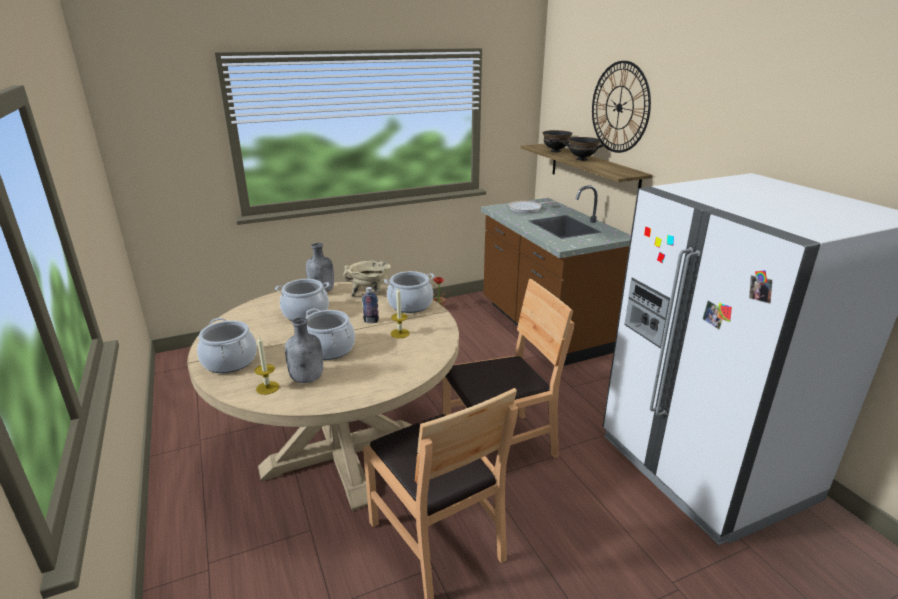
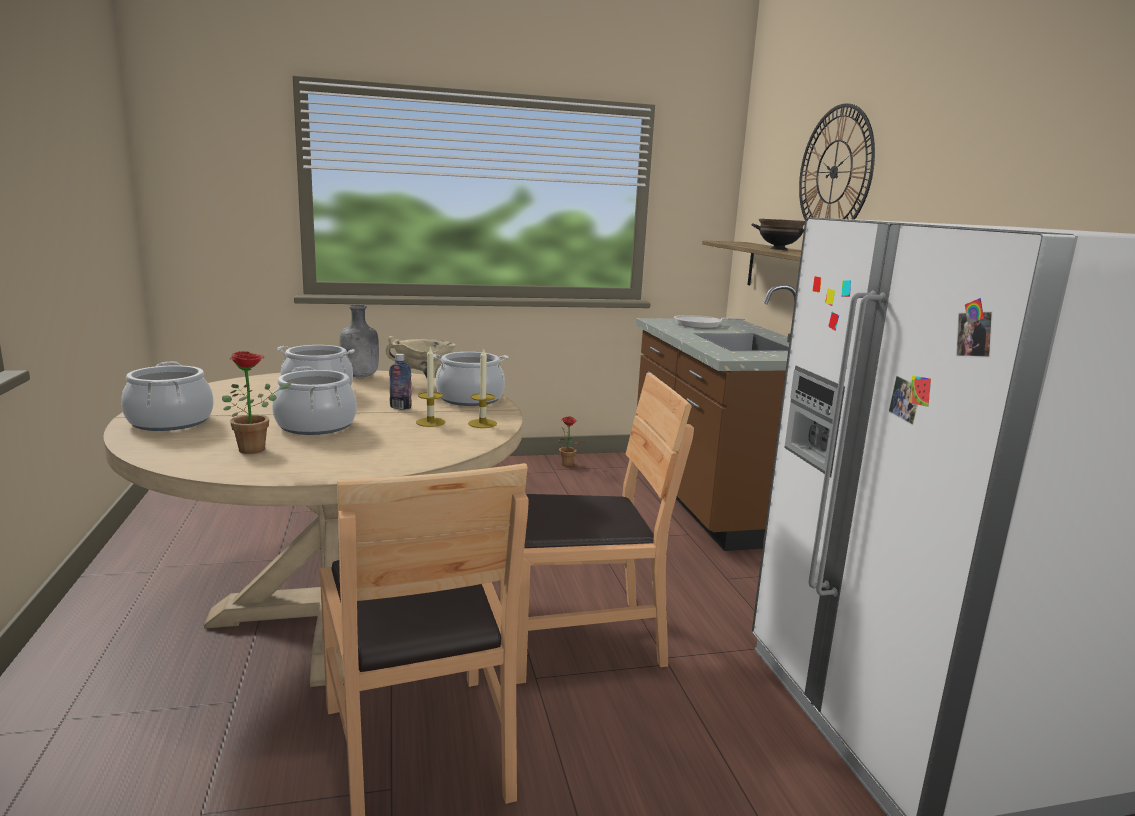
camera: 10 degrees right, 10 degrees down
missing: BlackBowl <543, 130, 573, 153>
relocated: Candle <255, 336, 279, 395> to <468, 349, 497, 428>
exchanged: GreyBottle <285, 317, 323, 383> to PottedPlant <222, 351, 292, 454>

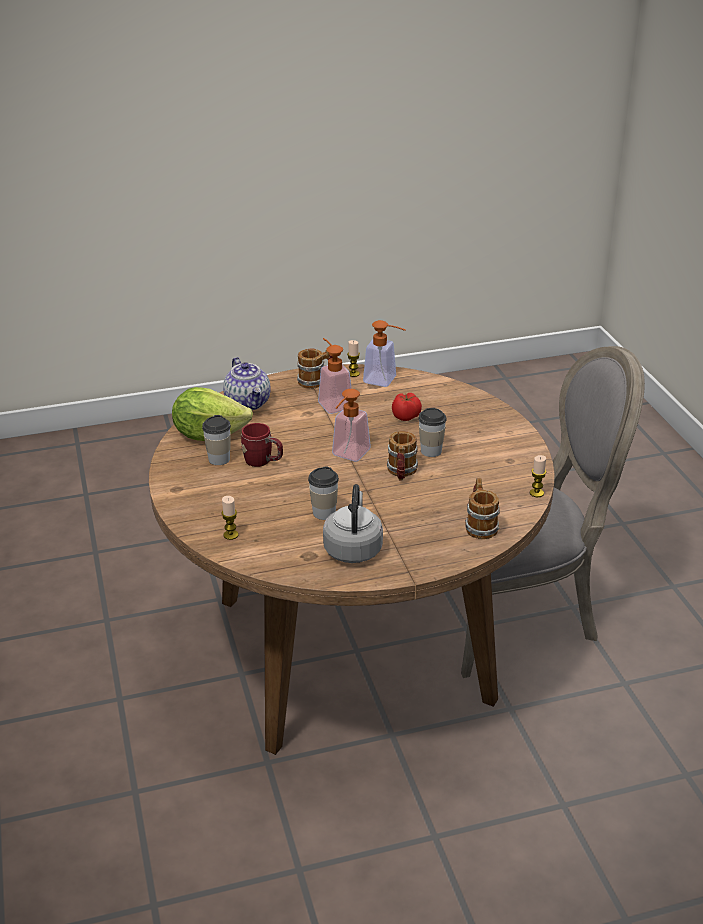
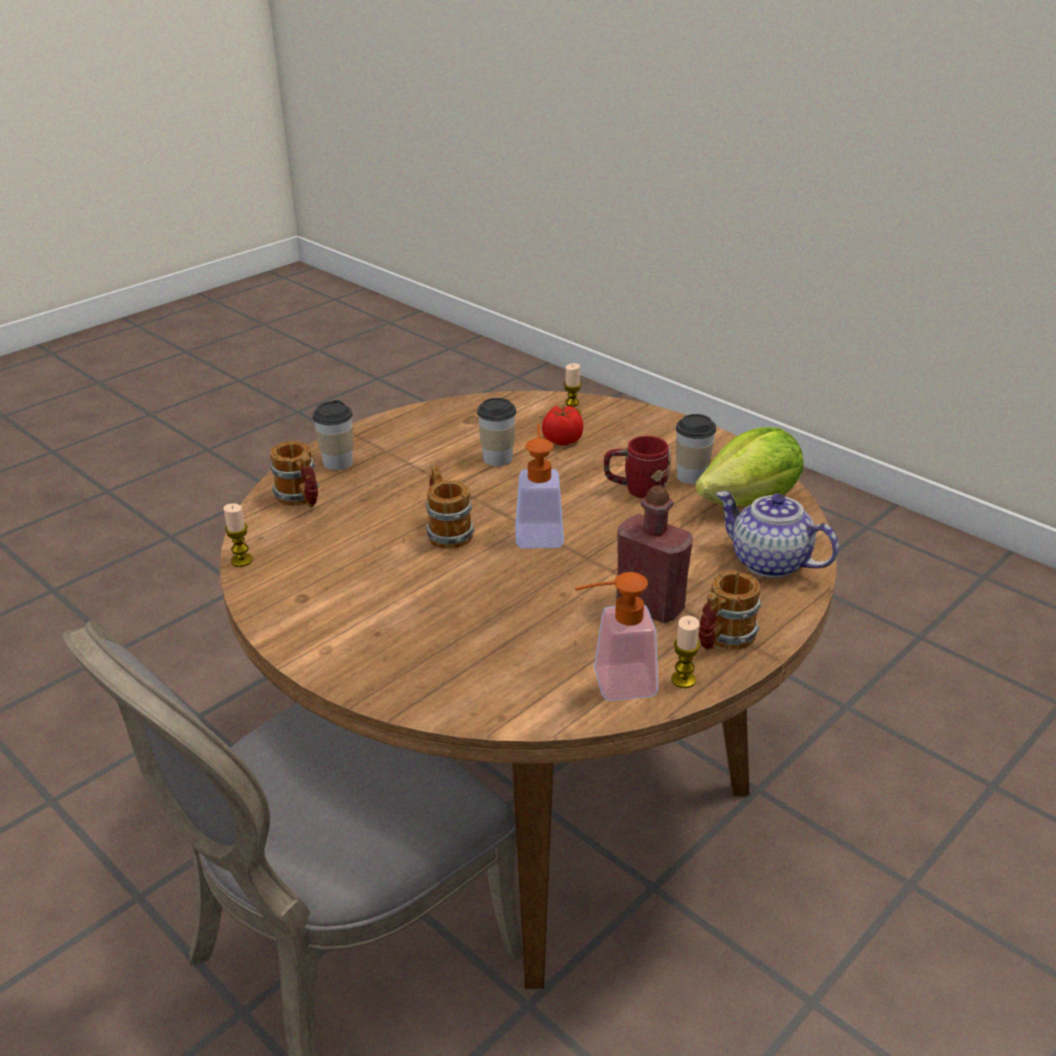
camera: 150 degrees right, 0 degrees up
missing: GreyKettle <323, 484, 383, 563>
relocated: Cup <418, 408, 447, 457> to <313, 400, 353, 470>; Tomato <392, 393, 422, 421> to <542, 406, 584, 446>
exchanged: SoapDispenser <318, 338, 352, 414> to RedBottle <616, 486, 693, 623>

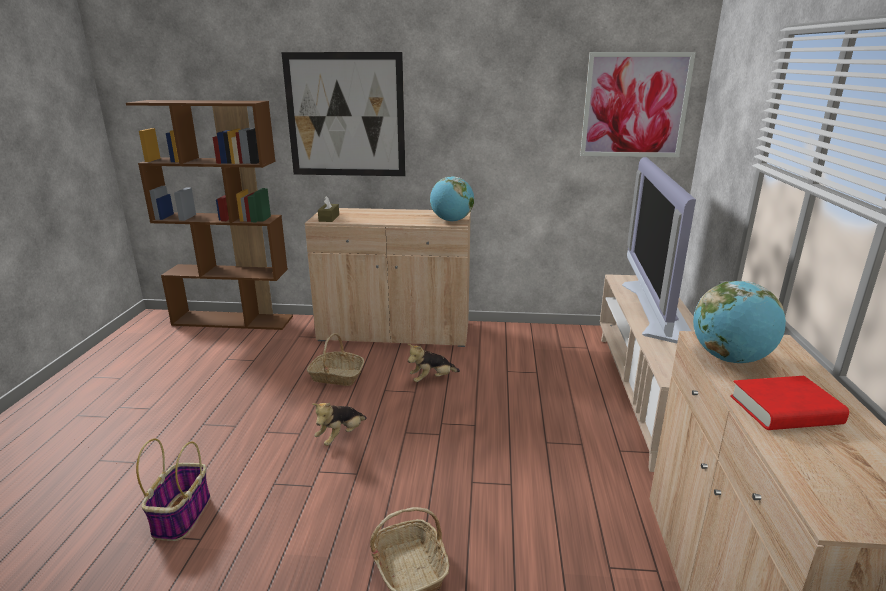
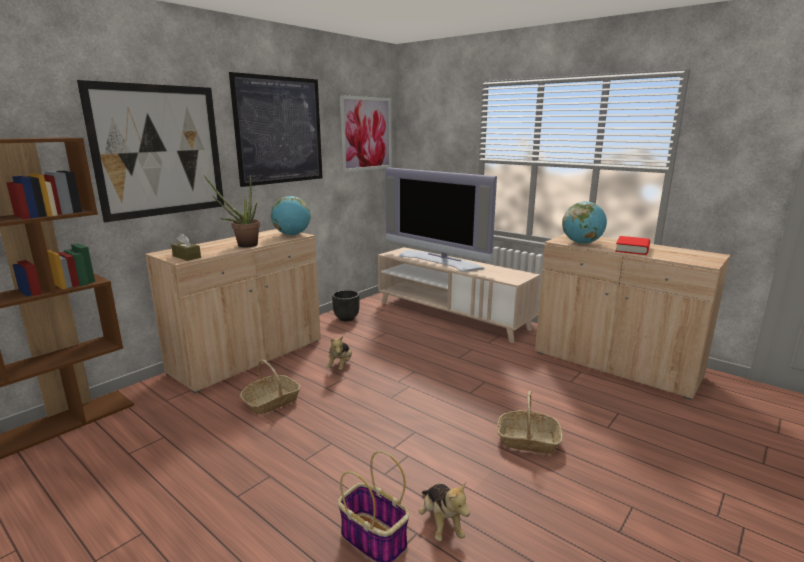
camera: 55 degrees left, 5 degrees down
appeared: PottedPlant <204, 175, 260, 247>; Picture <229, 72, 322, 187>; BlackPlanter <332, 290, 360, 321>
relocated: PlushToy <312, 402, 367, 446> to <419, 482, 470, 541>

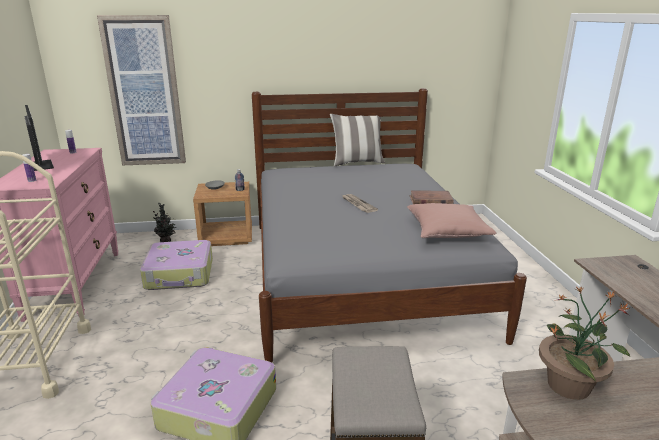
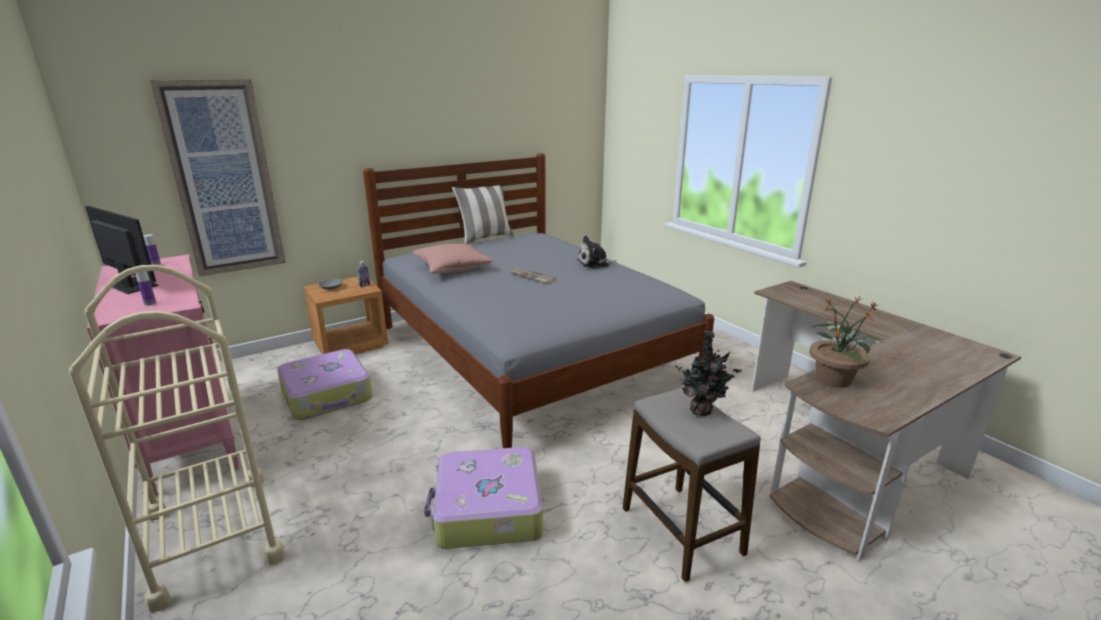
camera: 25 degrees left, 0 degrees up
relocated: PinkPillow <407, 203, 496, 238> to <413, 244, 493, 274>; PottedPlant <153, 203, 176, 242> to <675, 330, 742, 416>
exchanged: BrownBook <410, 190, 453, 204> to PlushToy <577, 236, 616, 269>

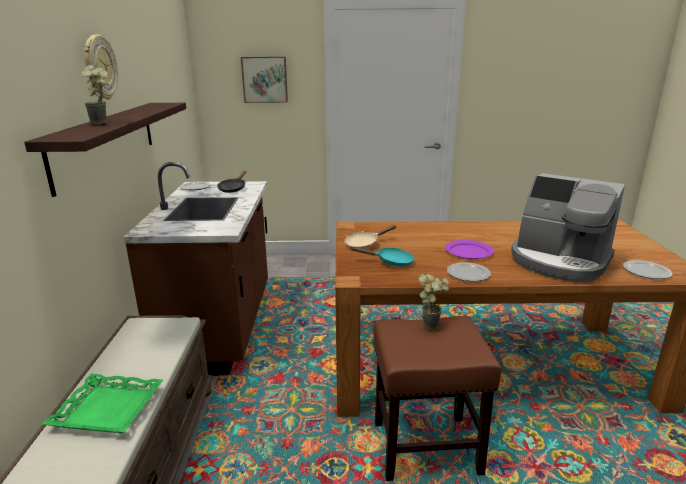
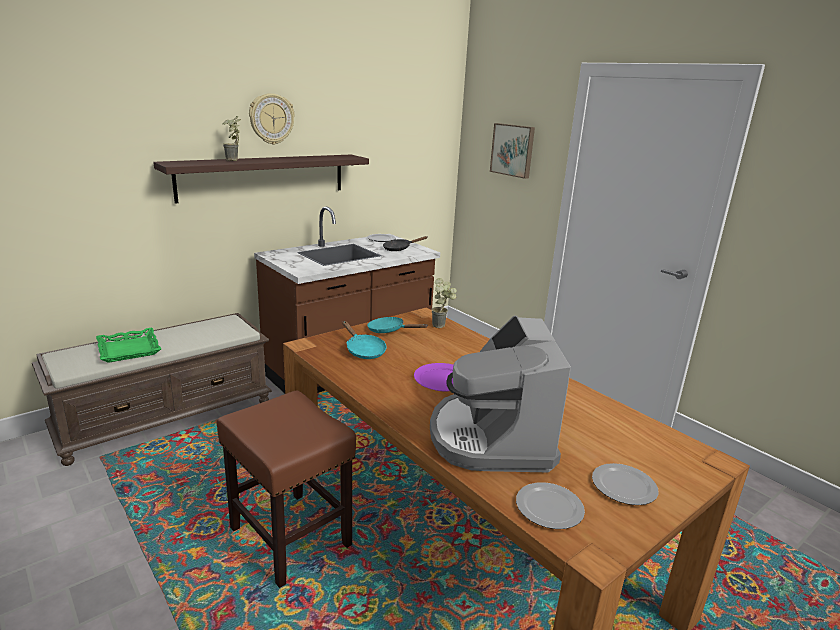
camera: 50 degrees right, 0 degrees up
relocated: PottedPlant <418, 274, 449, 330> to <431, 278, 457, 328>; Plate <447, 262, 491, 281> to <592, 463, 658, 505>
colour: BeigeFryingPan <344, 225, 396, 249> to TurquoiseFryingPan <367, 317, 427, 333>

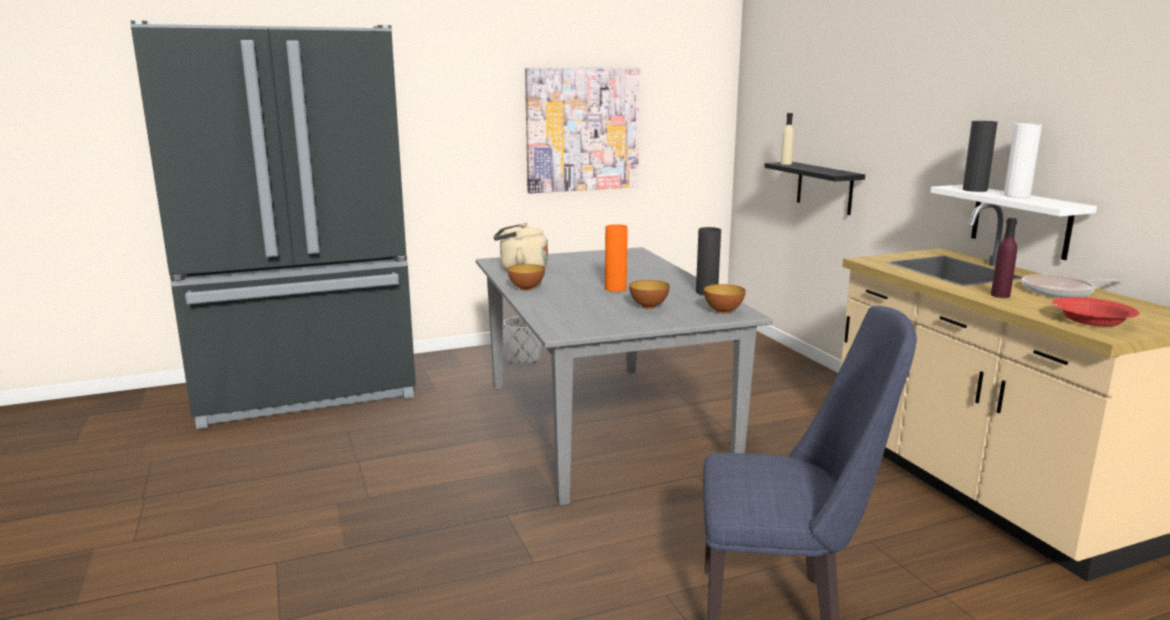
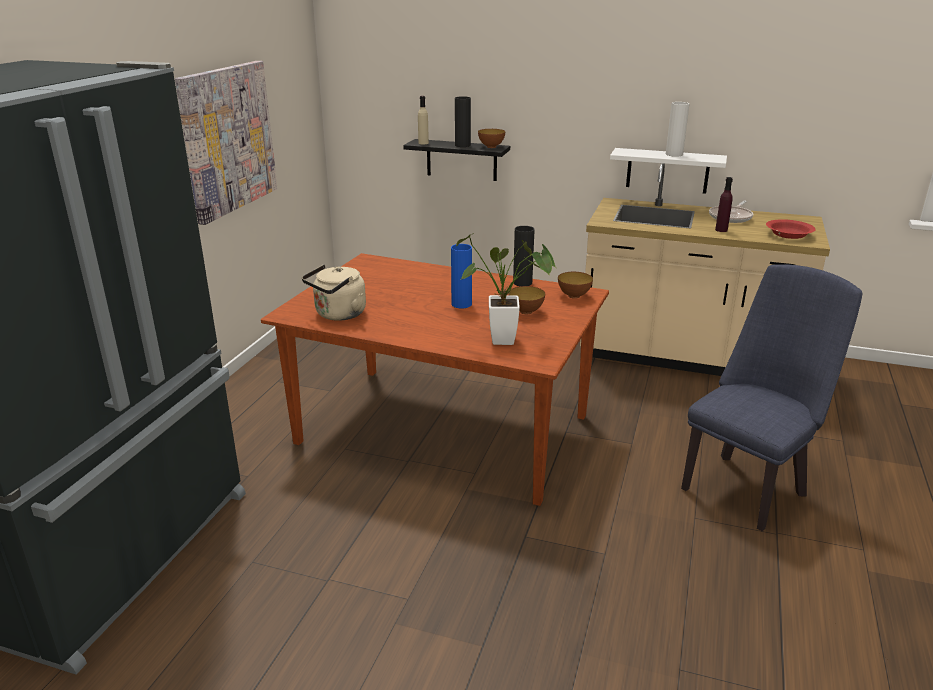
camera: 50 degrees left, 10 degrees up
missing: WhitePlanter <503, 316, 541, 364>
appeared: PottedPlant <456, 235, 556, 345>
relocated: BlackVase <963, 121, 998, 192> to <455, 96, 471, 147>; Bowl <507, 264, 545, 291> to <478, 129, 505, 148>
colour: GreyDiningTable <476, 247, 773, 505> to BrownDiningTable <261, 253, 609, 506>; OrangeVase <605, 224, 628, 292> to BlueVase <451, 244, 472, 309>

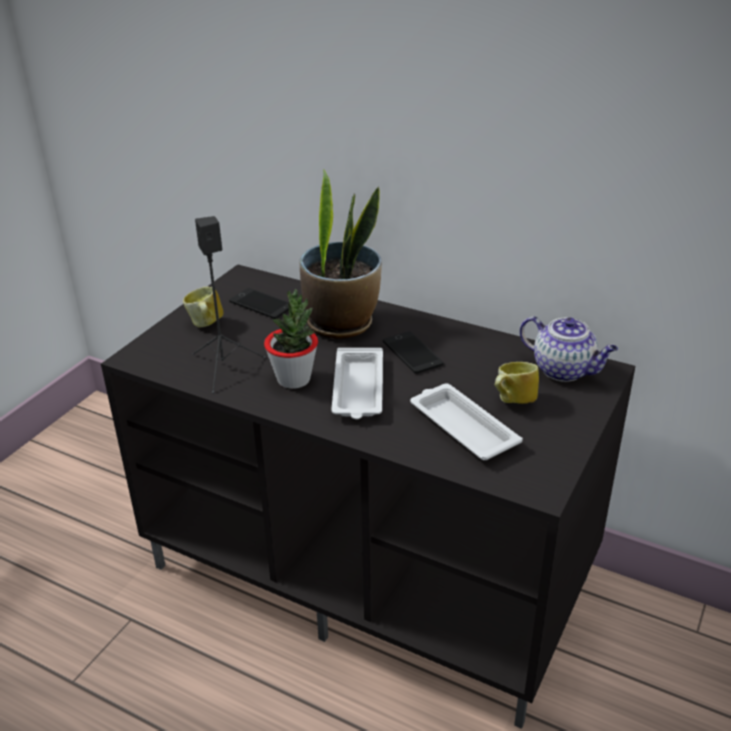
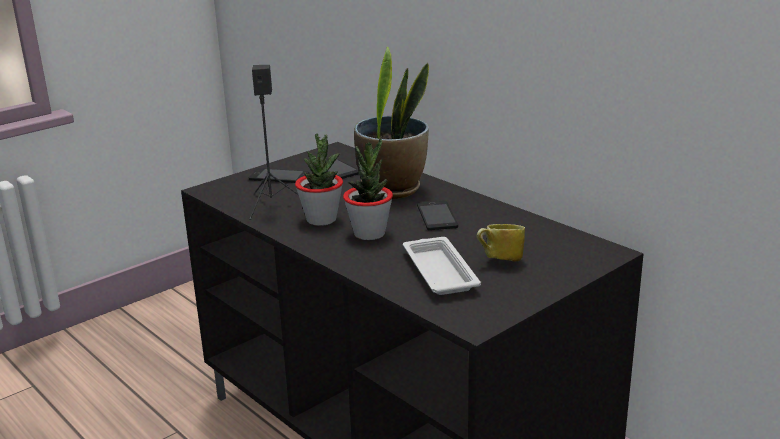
camera: 20 degrees right, 10 degrees down
missing: Teapot <520, 316, 618, 382>
exchanged: Mug <183, 287, 223, 328> to Phone <249, 168, 309, 183>; WhiteTray <331, 348, 383, 419> to PottedPlant <343, 137, 393, 240>

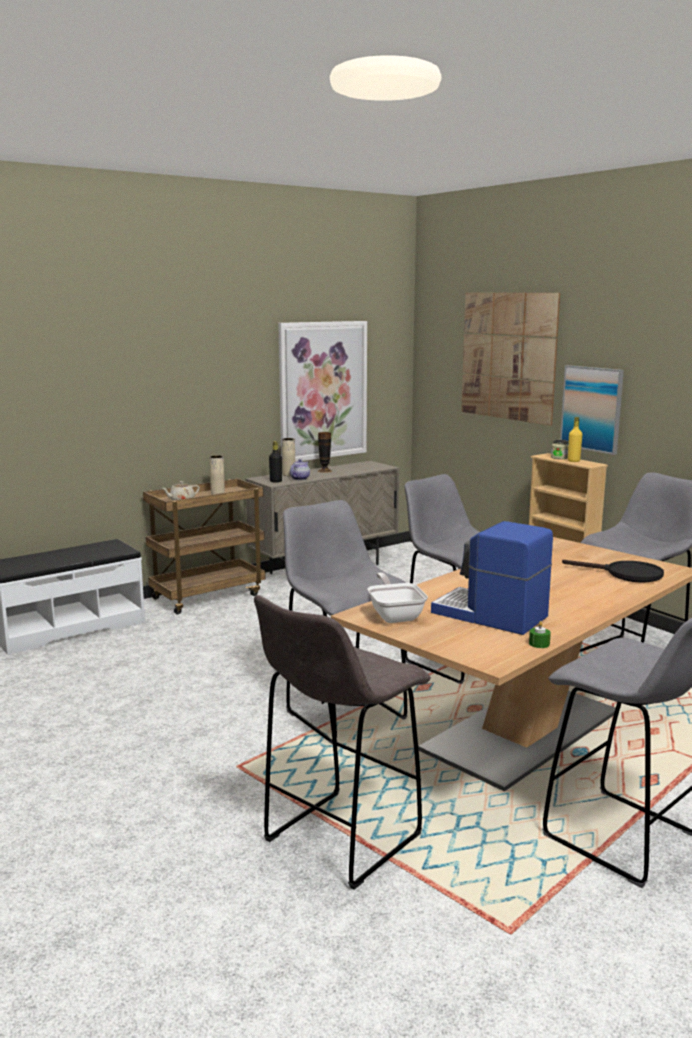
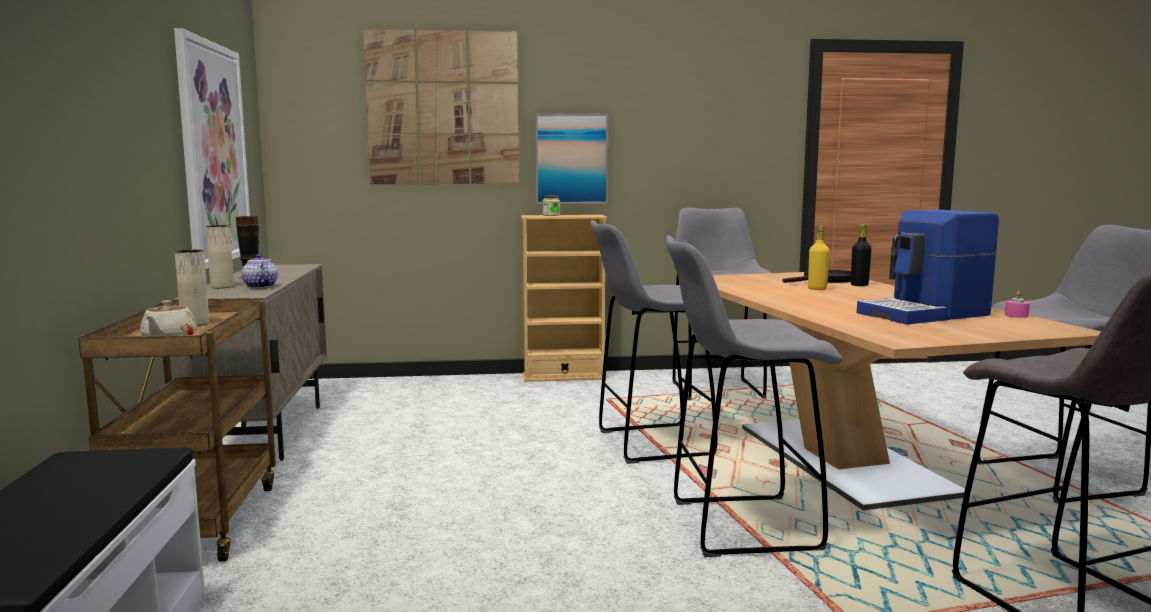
camera: 60 degrees left, 5 degrees down
missing: FryingPan <367, 572, 428, 623>
relocated: YellowBottle <568, 417, 582, 462> to <808, 226, 830, 290>; BlackBottle <269, 441, 282, 482> to <851, 224, 872, 286>
colour: GreenCandle <529, 621, 551, 648> to PinkCandle <1005, 291, 1030, 318>

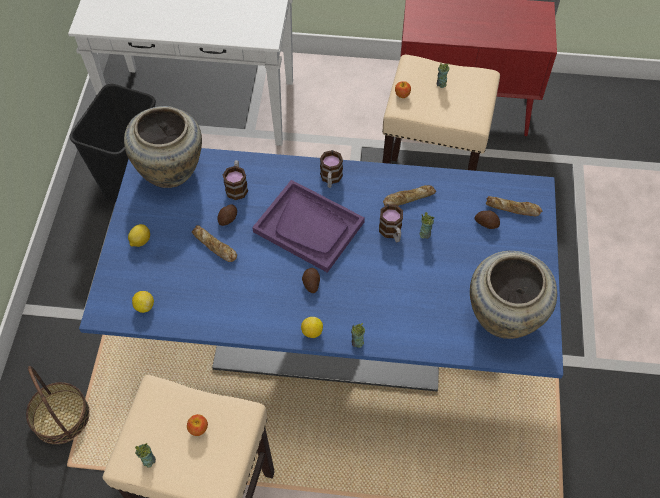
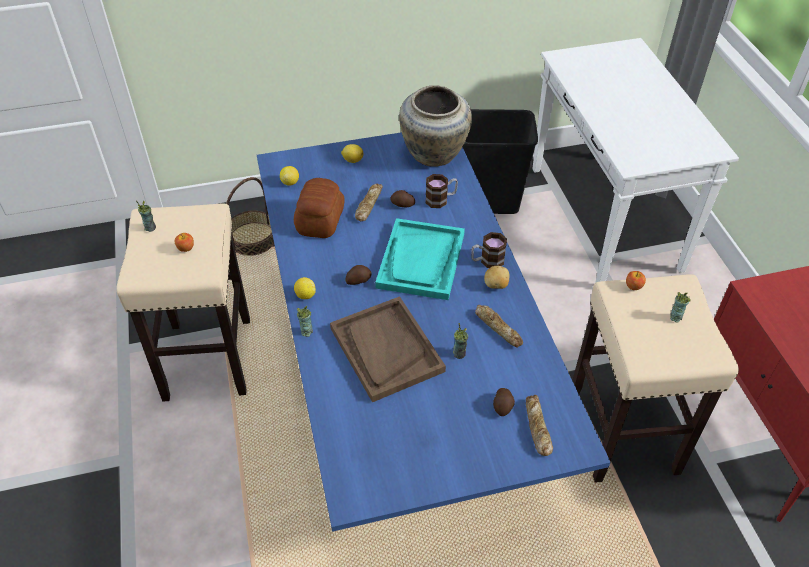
camera: 70 degrees right, 10 degrees down
missing: Mug <379, 204, 403, 242>; BeigeVase <470, 251, 557, 339>
appeared: Bread <294, 178, 345, 238>; BrownTray <330, 296, 446, 402>; Potato <484, 266, 509, 289>
colour: PurpleTray <252, 180, 365, 273> to TurquoiseTray <375, 218, 465, 300>

